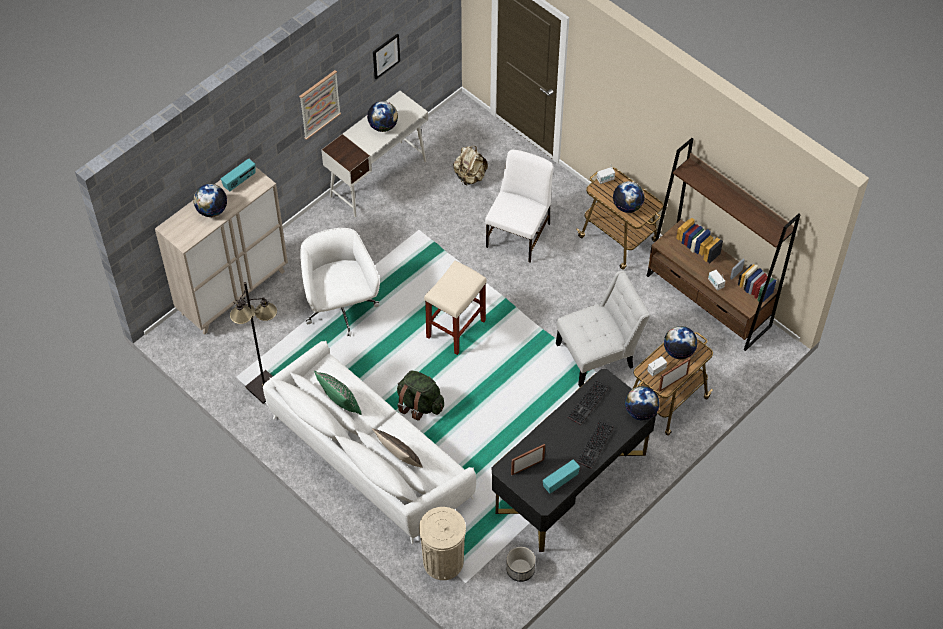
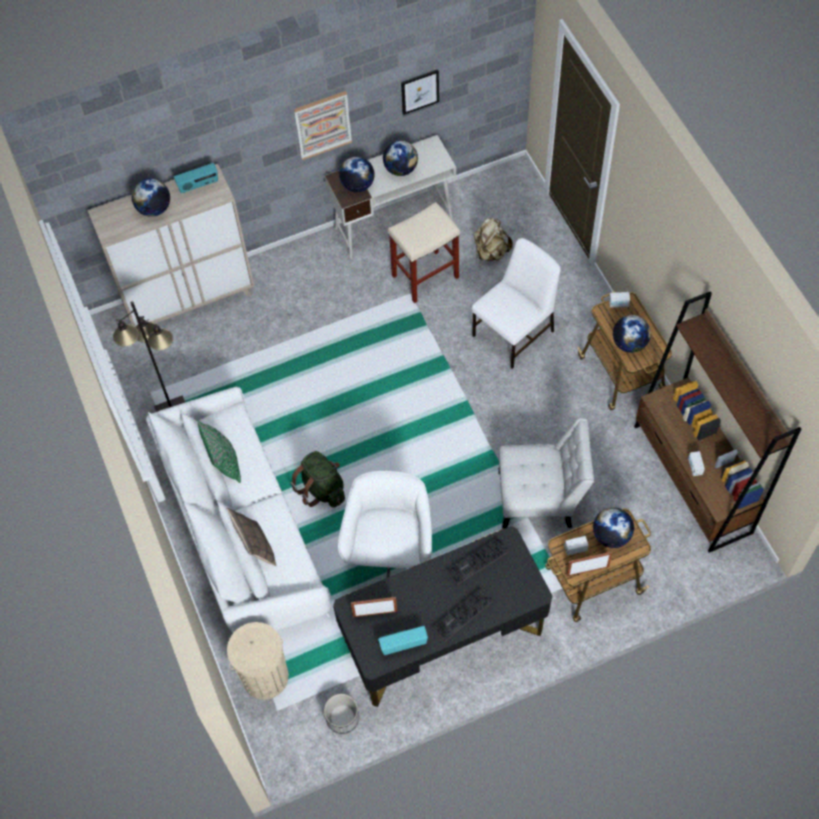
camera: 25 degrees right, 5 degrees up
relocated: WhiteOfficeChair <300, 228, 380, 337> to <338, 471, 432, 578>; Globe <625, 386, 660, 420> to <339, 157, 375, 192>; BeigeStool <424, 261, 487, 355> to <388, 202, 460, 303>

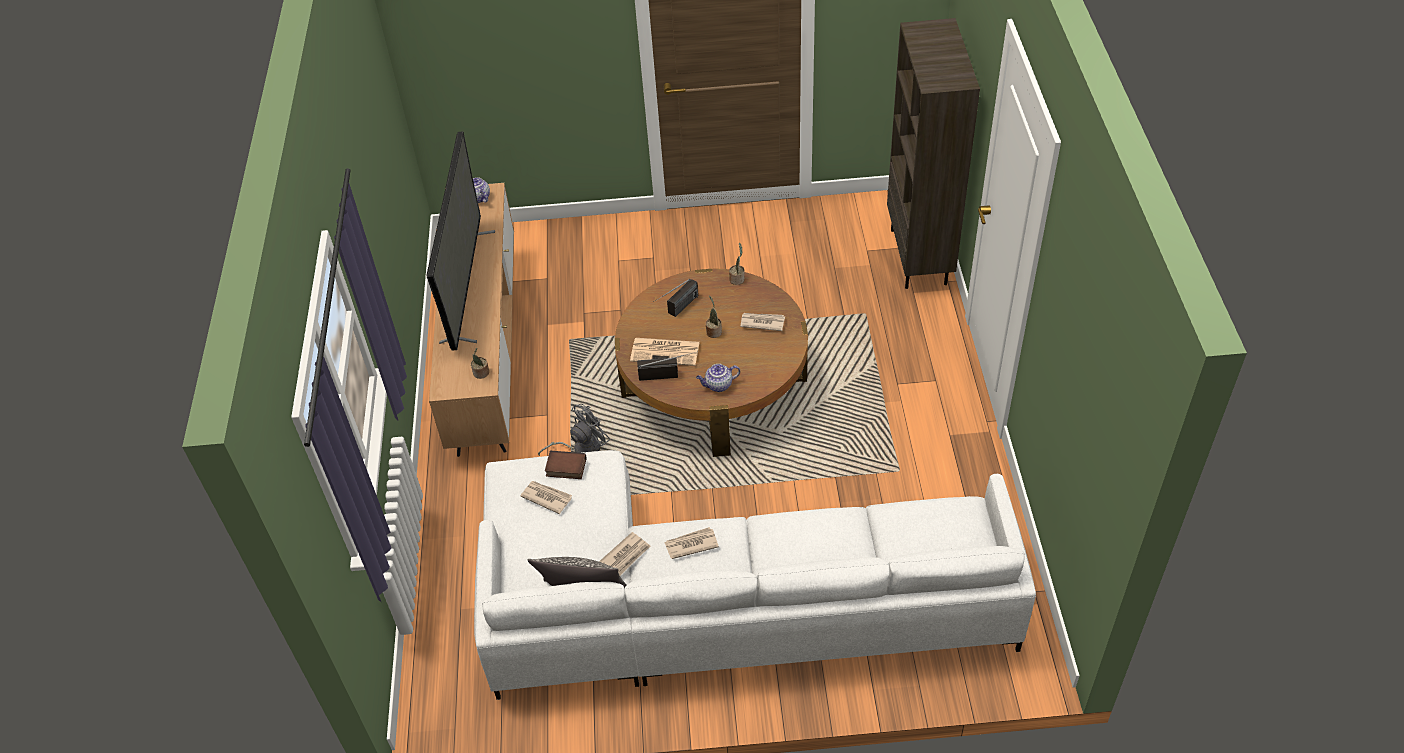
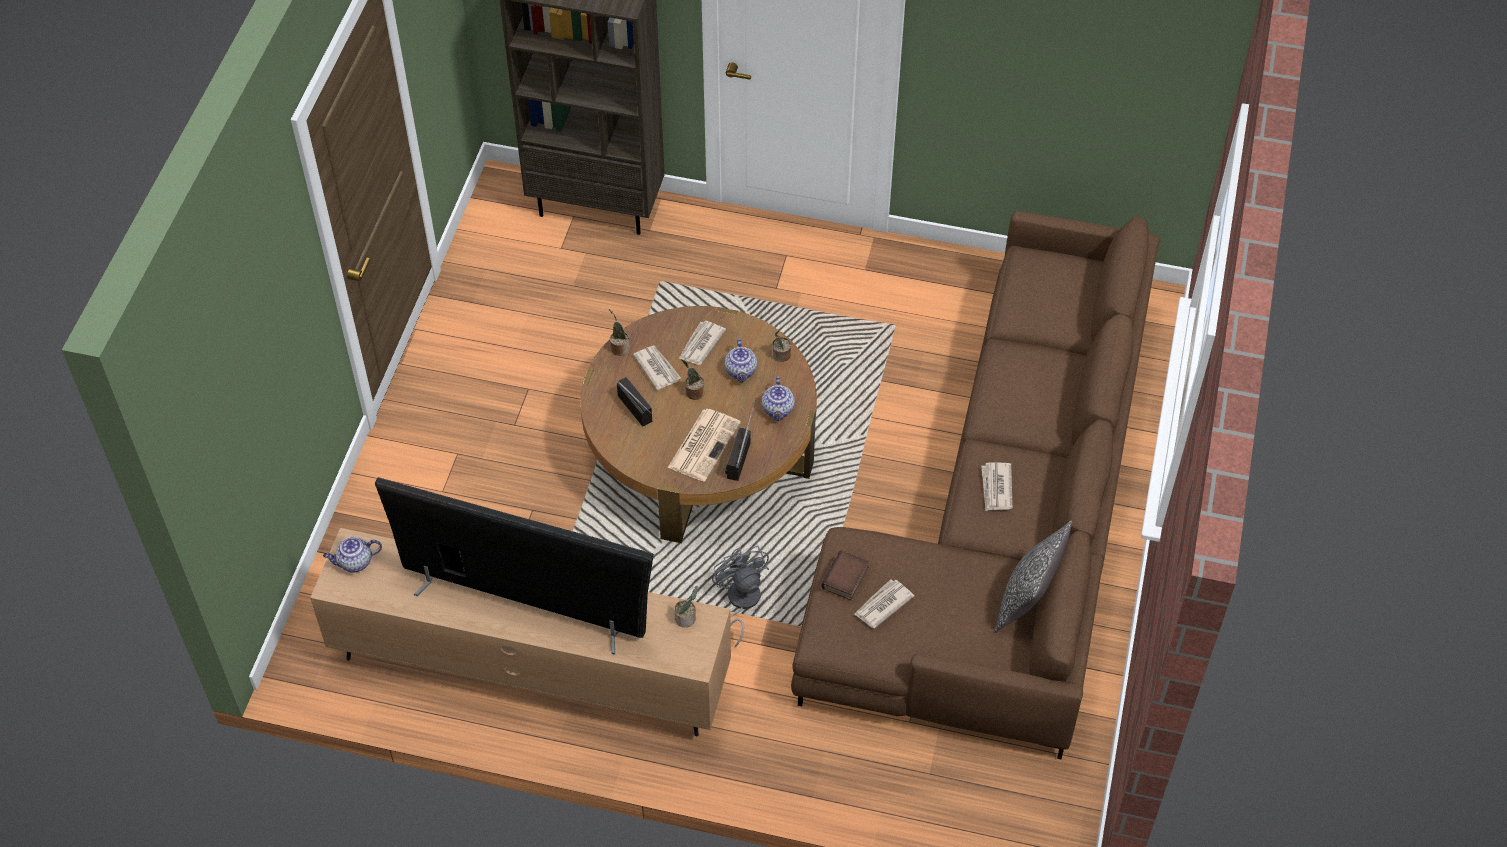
camera: 75 degrees left, 5 degrees up
appeared: Teapot <725, 338, 757, 382>; PottedPlant <772, 330, 791, 362>
relocated: Newspaper <599, 532, 650, 576> to <633, 346, 681, 390>
colour: WhiteSofa <474, 450, 1036, 700> to BrownSofa <791, 211, 1160, 760>

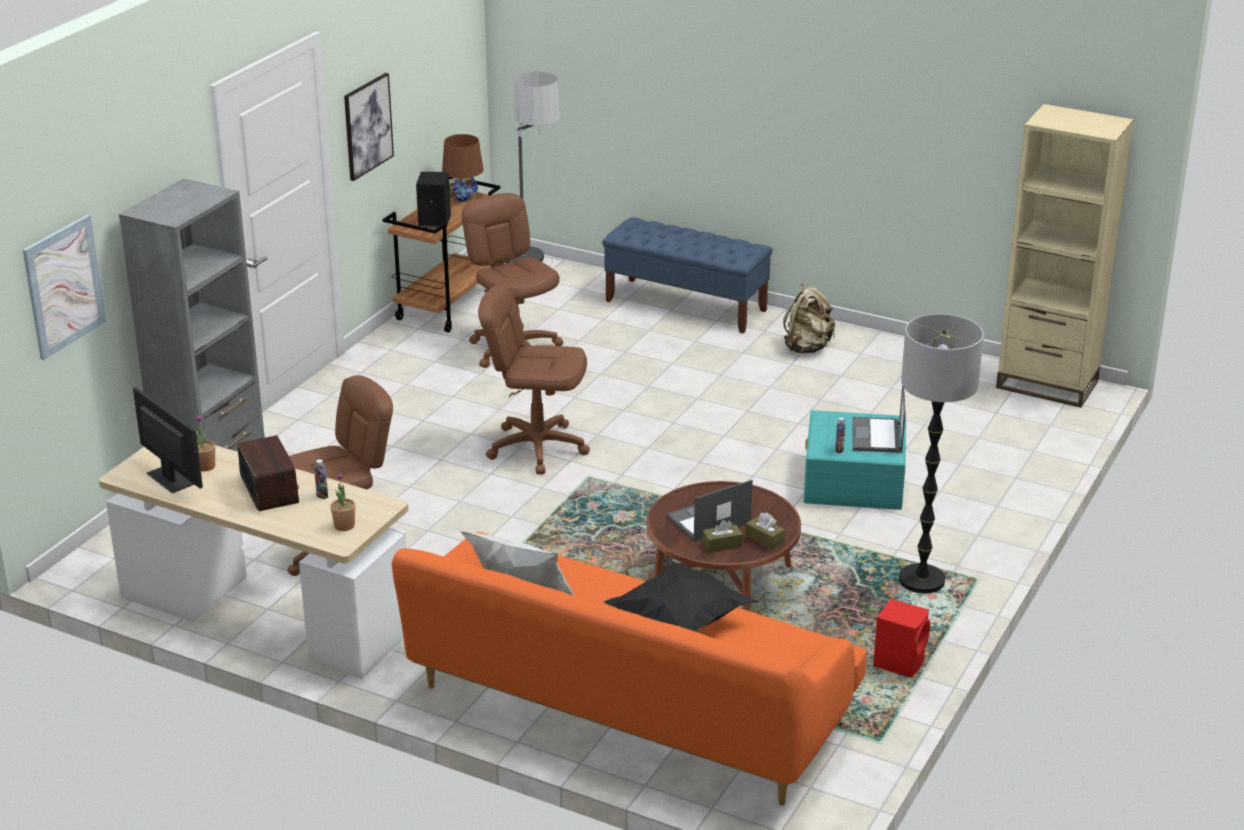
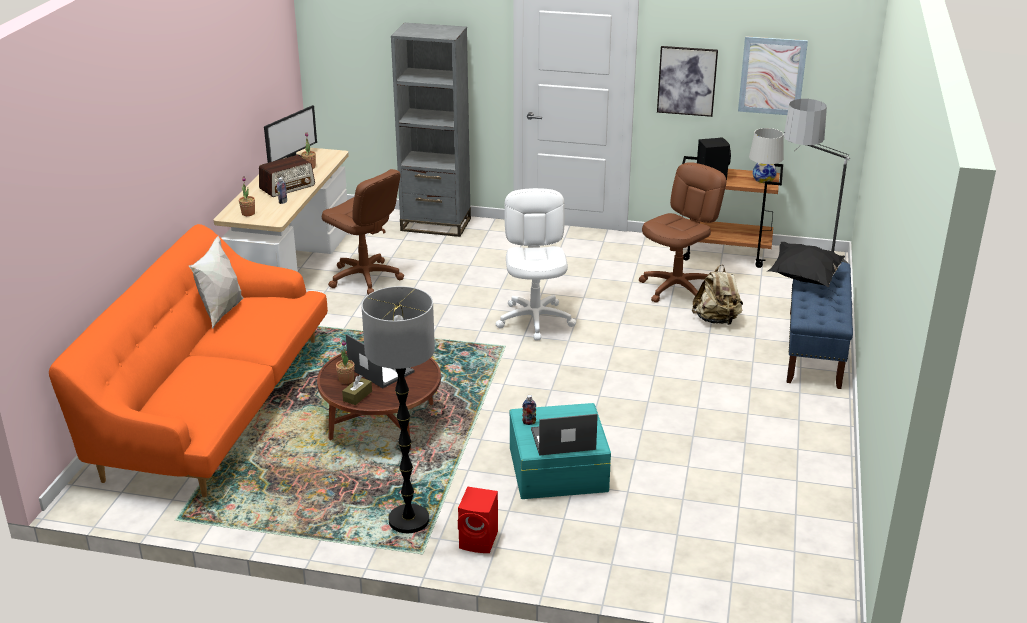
camera: 75 degrees right, 0 degrees up
missing: BeigeBookcase <996, 104, 1134, 408>
relocated: RedSpeaker <873, 599, 931, 678> to <458, 487, 498, 553>; BeigeBackpack <783, 283, 835, 353> to <692, 265, 743, 325>; Picture <23, 215, 106, 360> to <738, 36, 808, 115>; BlackPillow <604, 561, 759, 632> to <768, 242, 845, 287>
exchanged: BrownTissueBox <702, 520, 743, 553> to PottedPlant <336, 340, 355, 384>
colour: BrownOfficeChair <478, 285, 590, 474> to WhiteOfficeChair <496, 188, 576, 340>; BrownTableLamp <442, 134, 483, 202> to WhiteTableLamp <749, 128, 784, 183>

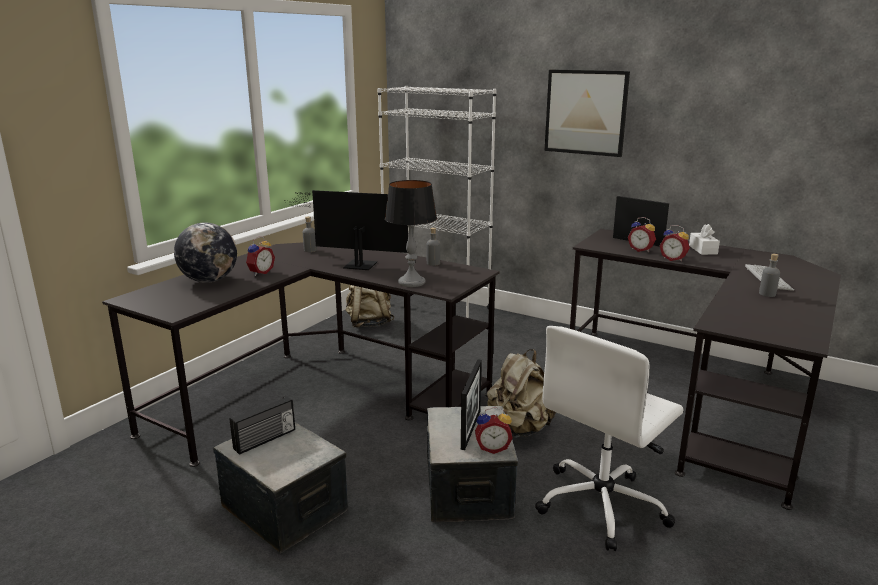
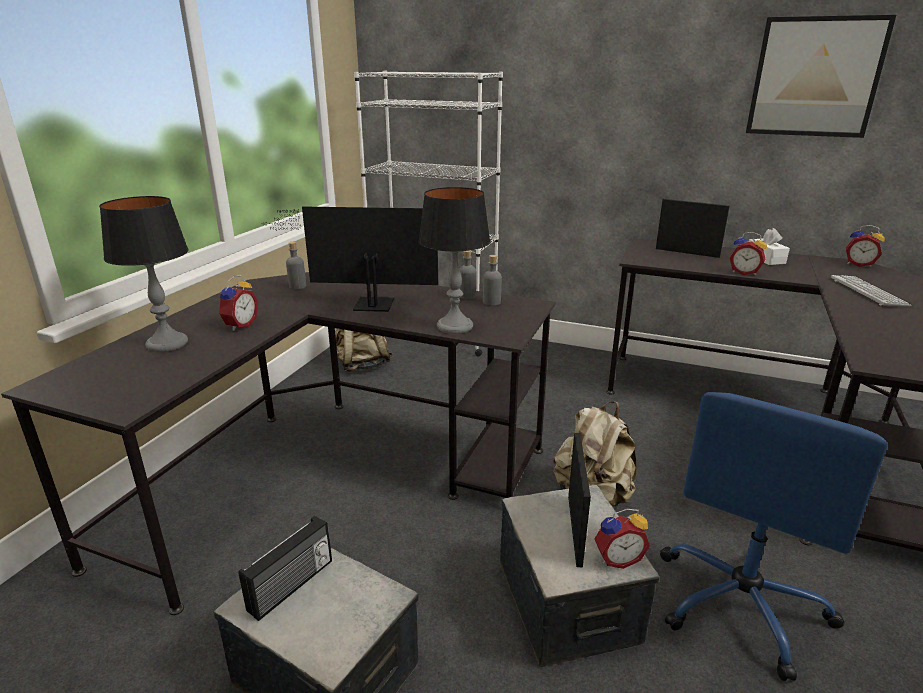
camera: 10 degrees left, 5 degrees up
relocated: GreyBottle <759, 254, 780, 297> to <483, 255, 502, 306>; Picture <545, 70, 630, 157> to <746, 15, 896, 138>; AlarmClock <628, 217, 656, 252> to <846, 225, 885, 267>
exchanged: Globe <174, 223, 237, 283> to TableLamp <99, 196, 189, 352>
colour: WhiteOfficeChair <535, 326, 684, 551> to BlueOfficeChair <660, 392, 887, 681>

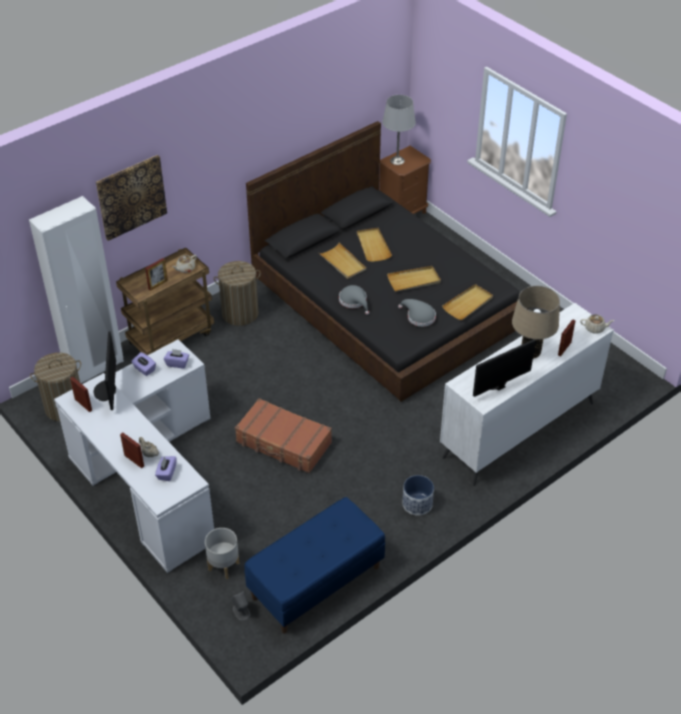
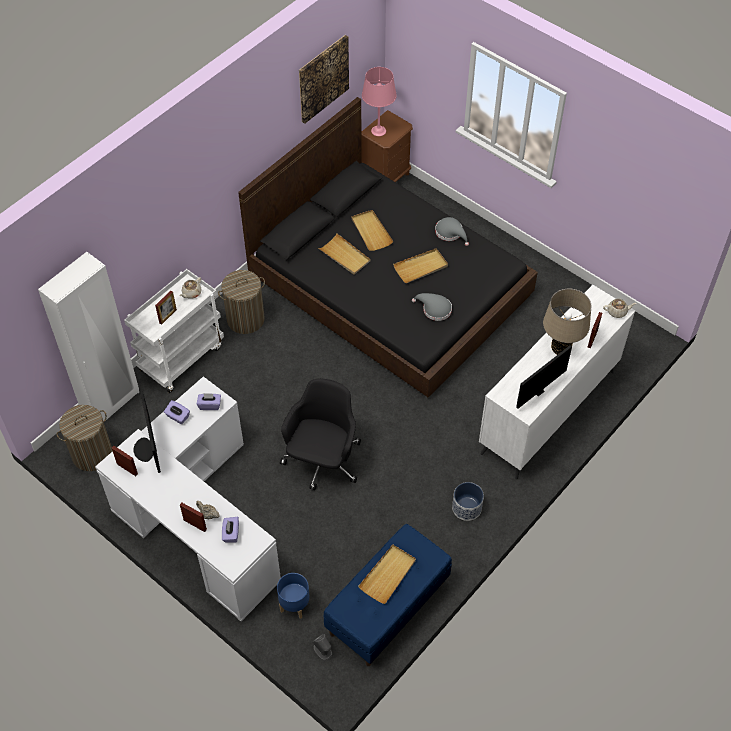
camera: 10 degrees left, 10 degrees up
relocated: Picture <96, 155, 167, 241> to <299, 35, 349, 124>; BeigeTray <442, 284, 493, 320> to <358, 545, 416, 604>; GreyHat <339, 285, 369, 315> to <435, 217, 469, 246>
exchanged: BrownSuitcase <235, 398, 332, 473> to BlackOfficeChair <280, 379, 361, 490>
colour: BrownCart <116, 248, 214, 355> to WhiteCart <124, 269, 224, 393>; GreyPlanter <205, 528, 240, 579> to BluePlanter <277, 573, 309, 619>; GreyTableLamp <382, 95, 416, 165> to PinkTableLamp <362, 67, 397, 136>

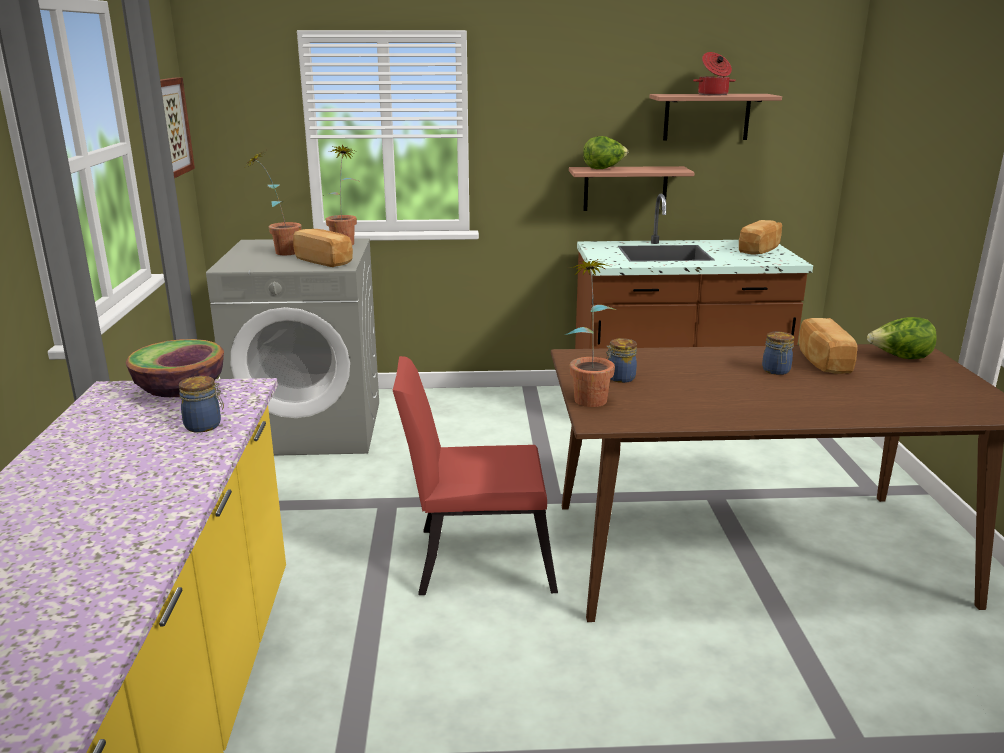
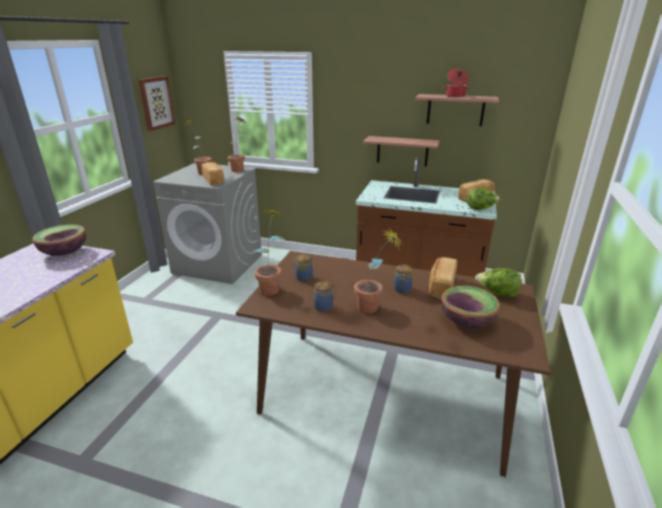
camera: 20 degrees right, 5 degrees up
missing: RedChair <393, 356, 558, 595>
appeared: PottedPlant <354, 230, 403, 314>; Bowl <441, 286, 501, 328>
relocated: Jar <179, 376, 224, 432> to <314, 281, 335, 312>; Lettuce <583, 136, 628, 169> to <467, 188, 500, 210>

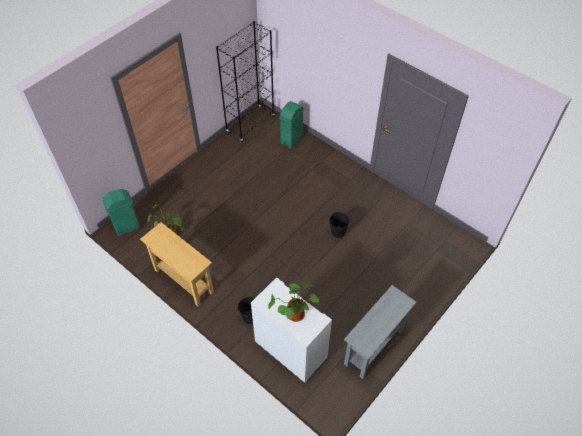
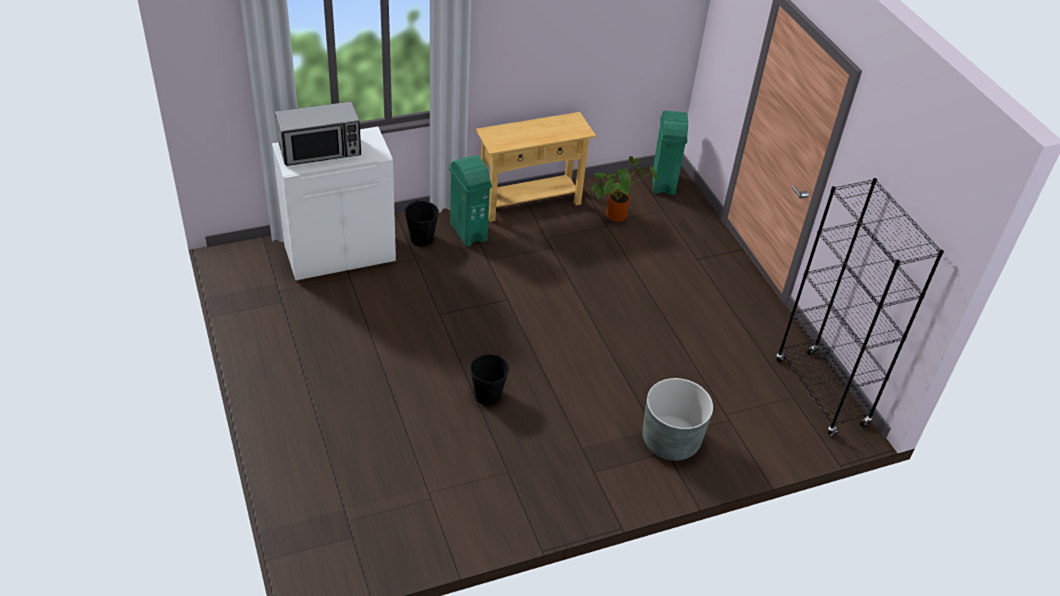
camera: 115 degrees right, 10 degrees down
missing: GreyConsoleTable <344, 285, 416, 379>
appeared: GreyPlanter <643, 378, 713, 461>
relocated: GreenTrashCan <279, 101, 304, 149> to <449, 155, 492, 246>
exchanged: PottedPlant <268, 281, 320, 322> to Microwave <275, 102, 361, 166>

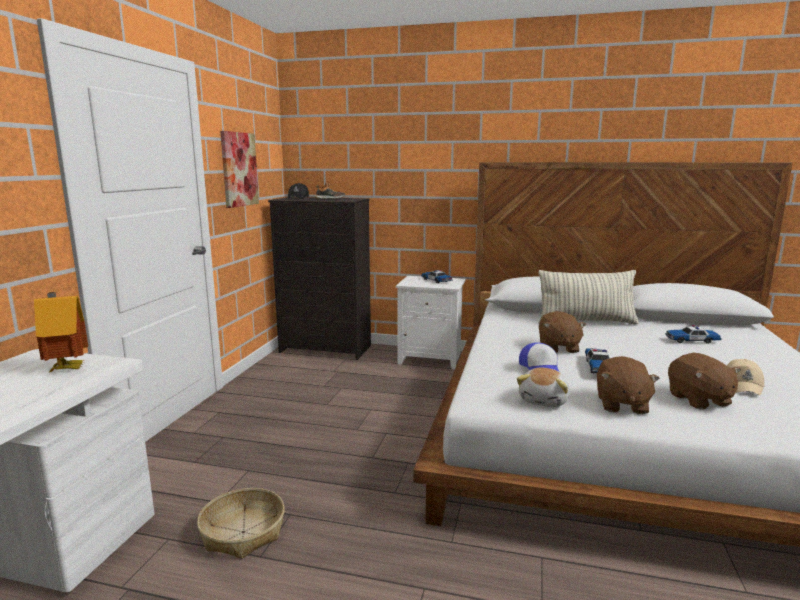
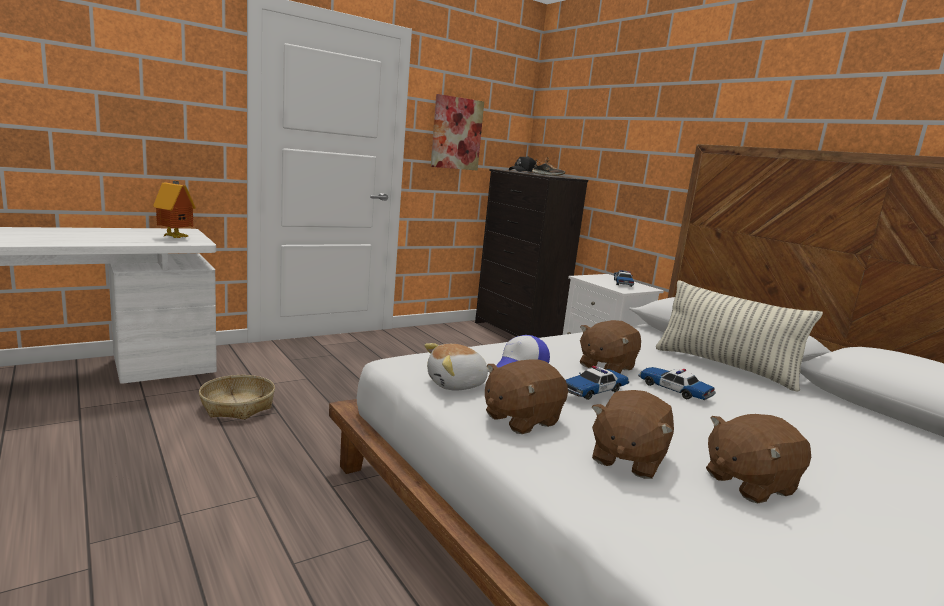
camera: 40 degrees right, 0 degrees up
relocated: ToyCar <665, 325, 722, 344> to <638, 367, 716, 400>
exchanged: BeigeCap <727, 359, 764, 396> to BrownPlushToy <706, 414, 811, 503>

